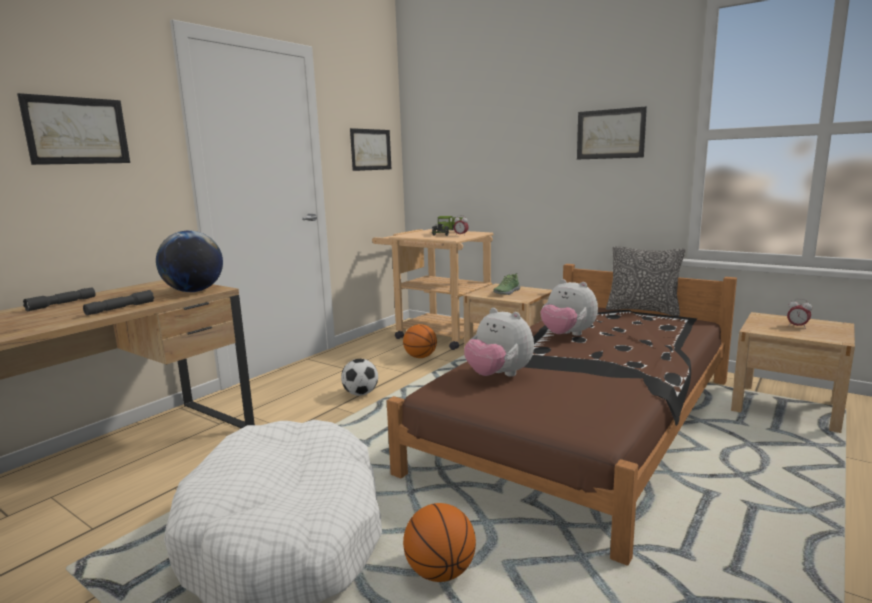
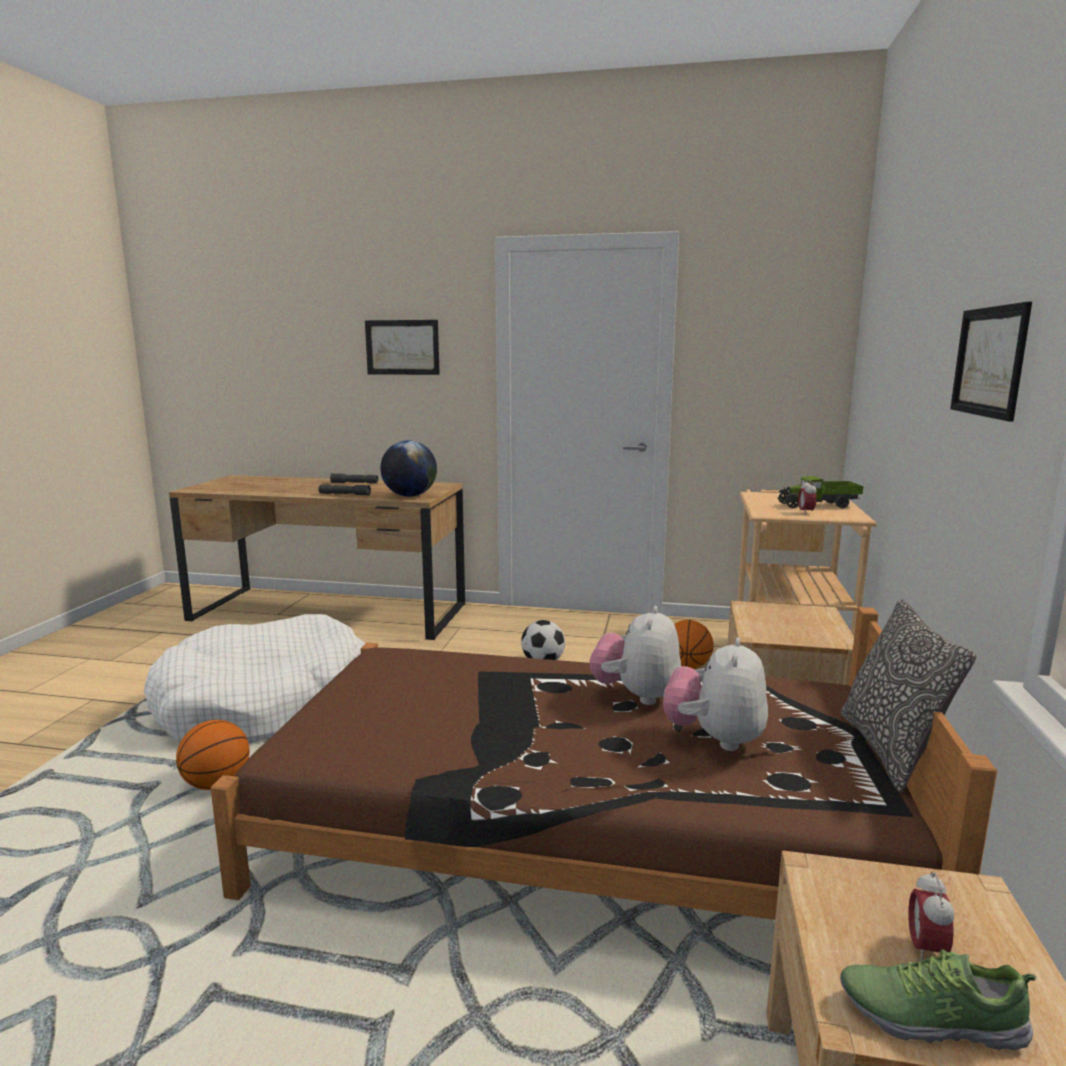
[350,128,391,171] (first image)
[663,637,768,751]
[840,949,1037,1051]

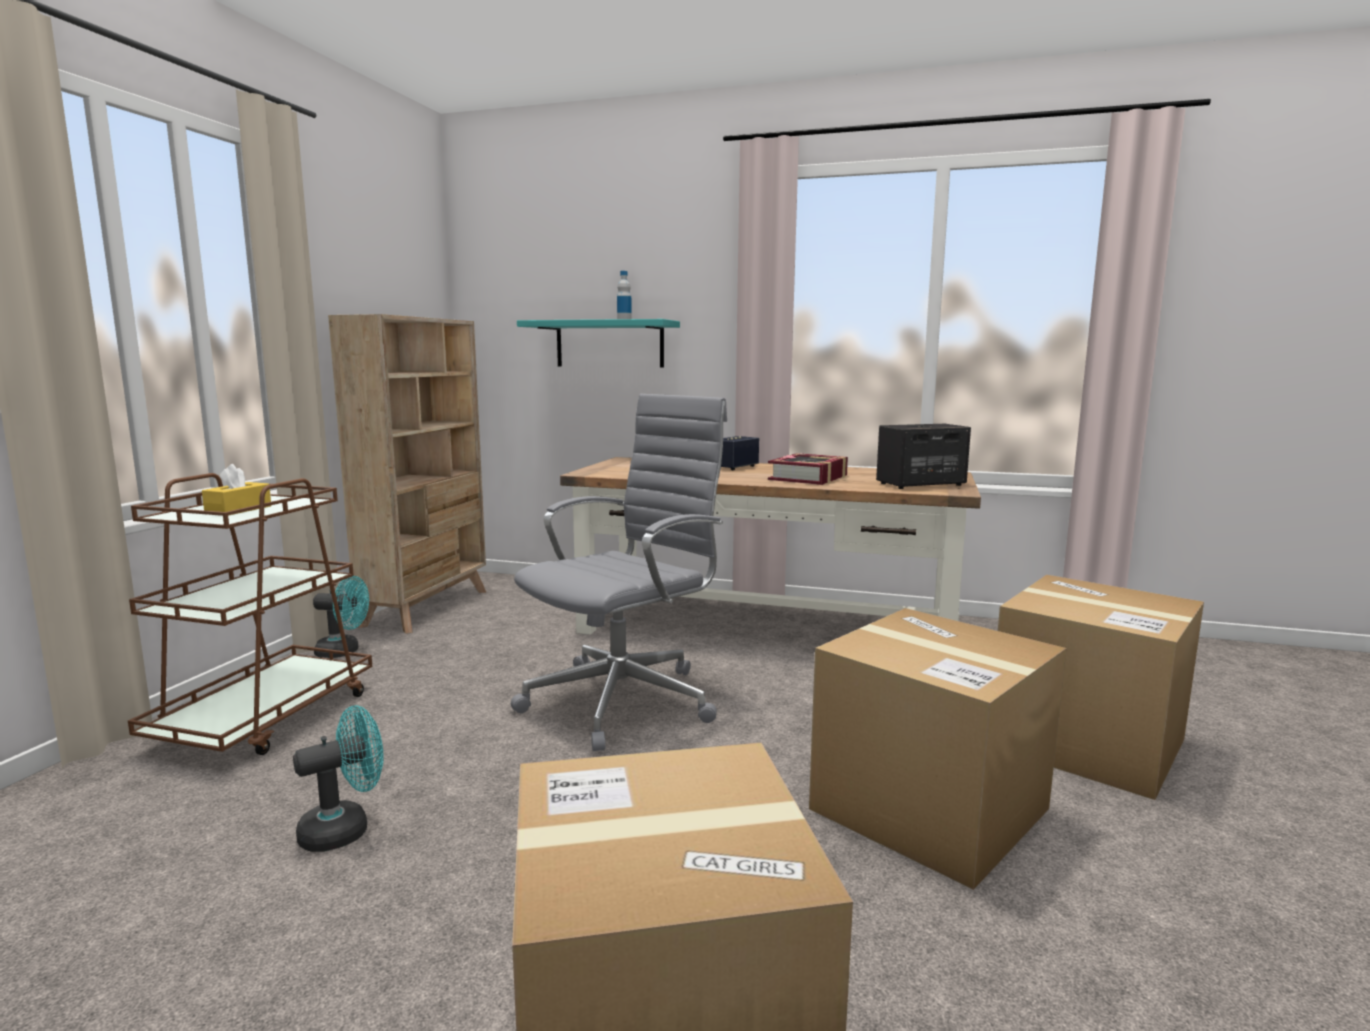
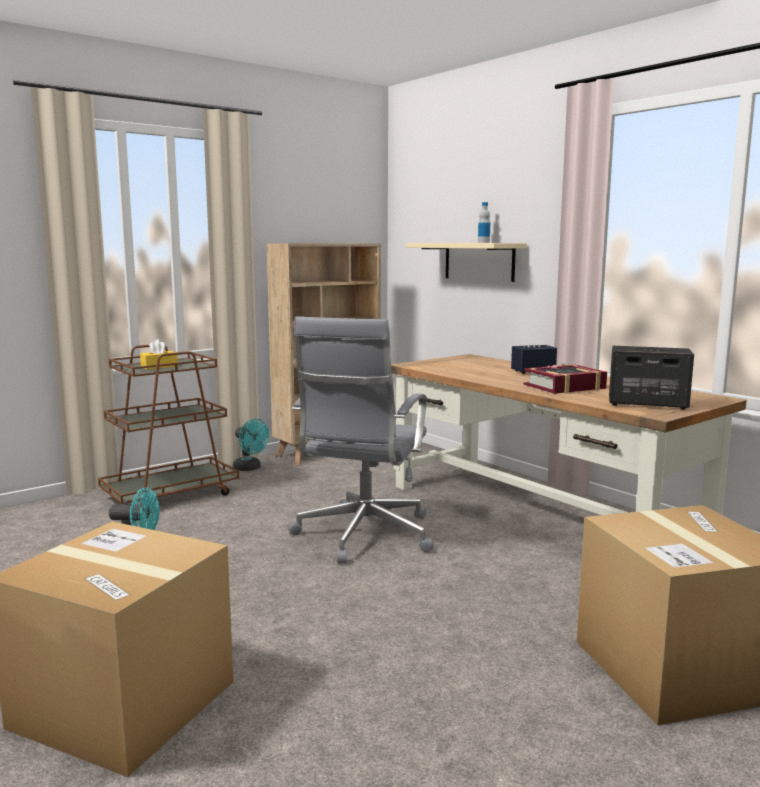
[288,316,434,564]
[406,243,527,282]
[809,608,1066,890] (first image)

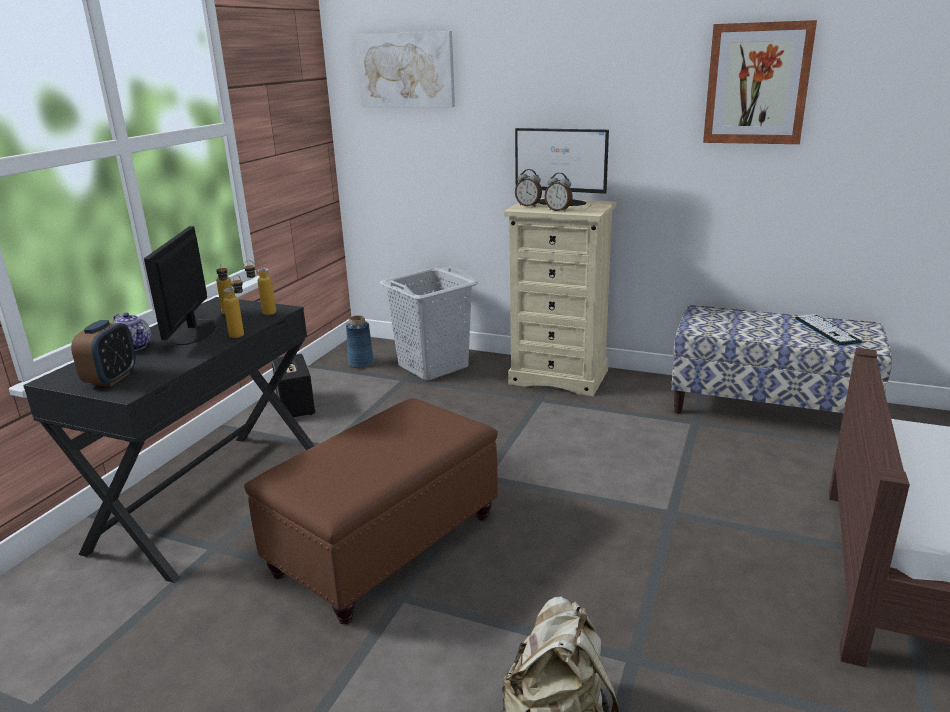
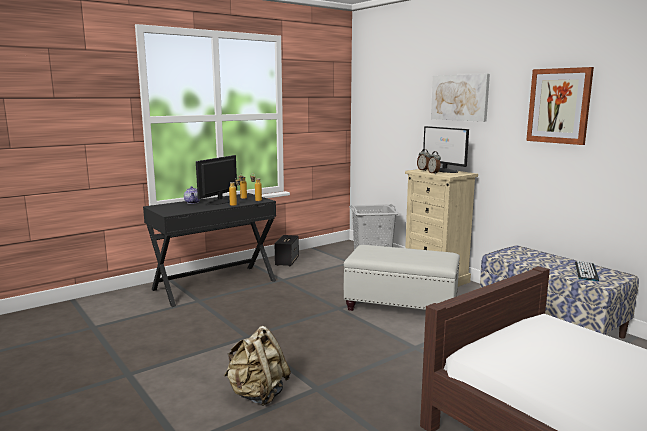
[71,320,136,386] (first image)
[244,398,498,624] (first image)
[346,315,374,368] (first image)
[431,74,490,122]
[344,245,460,311]

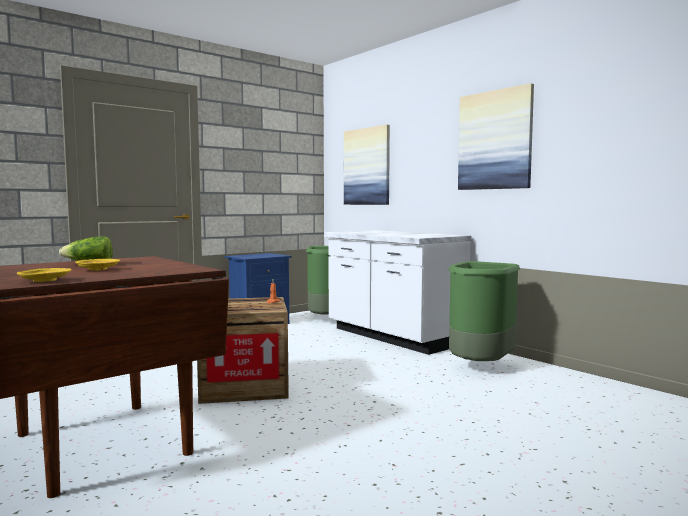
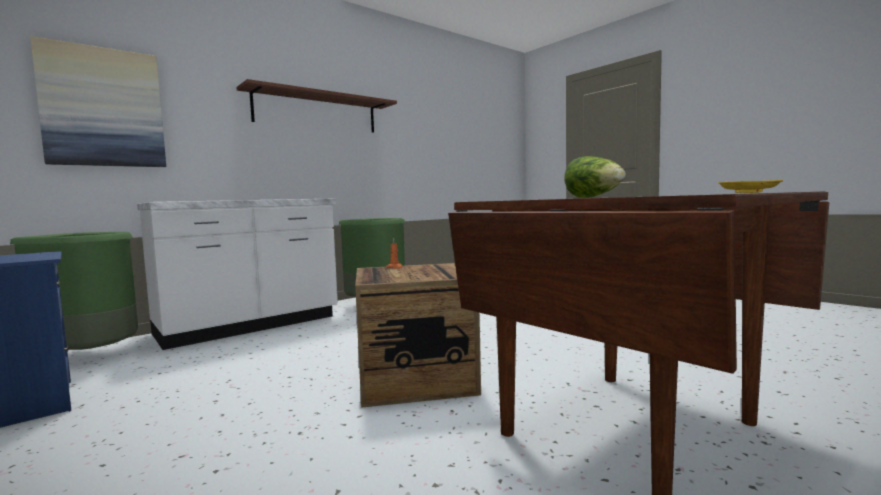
[75,259,120,271] (first image)
[237,79,397,133]

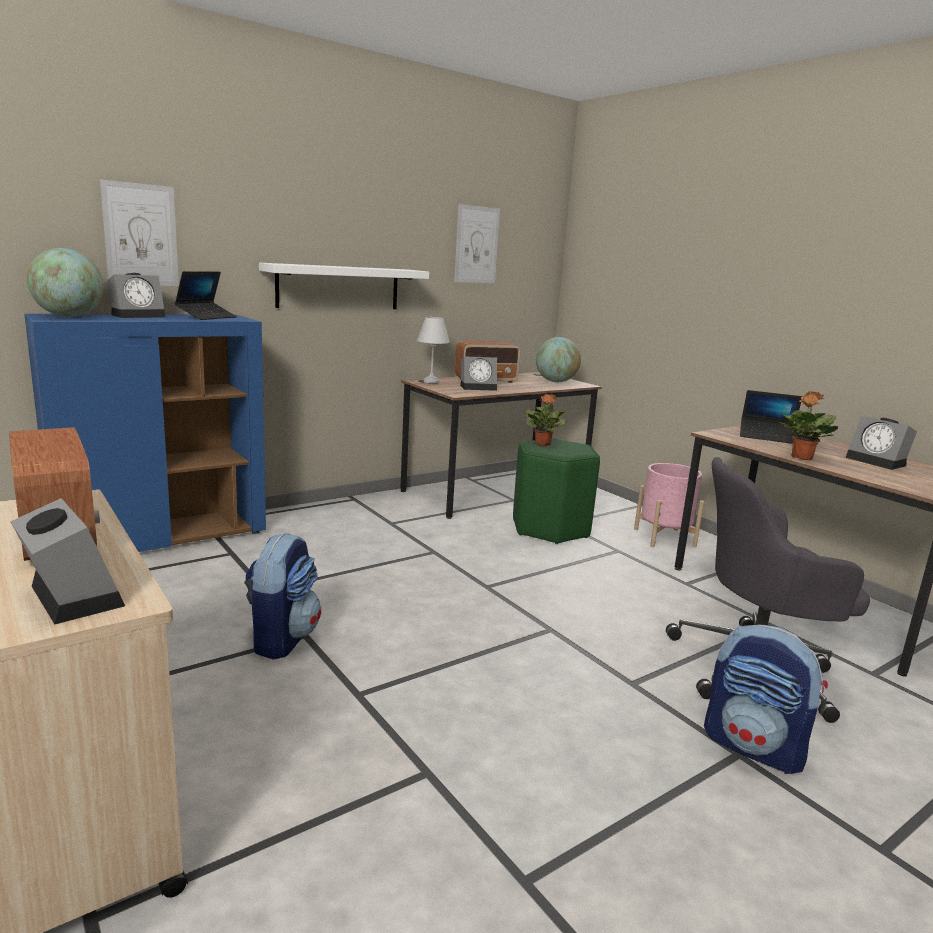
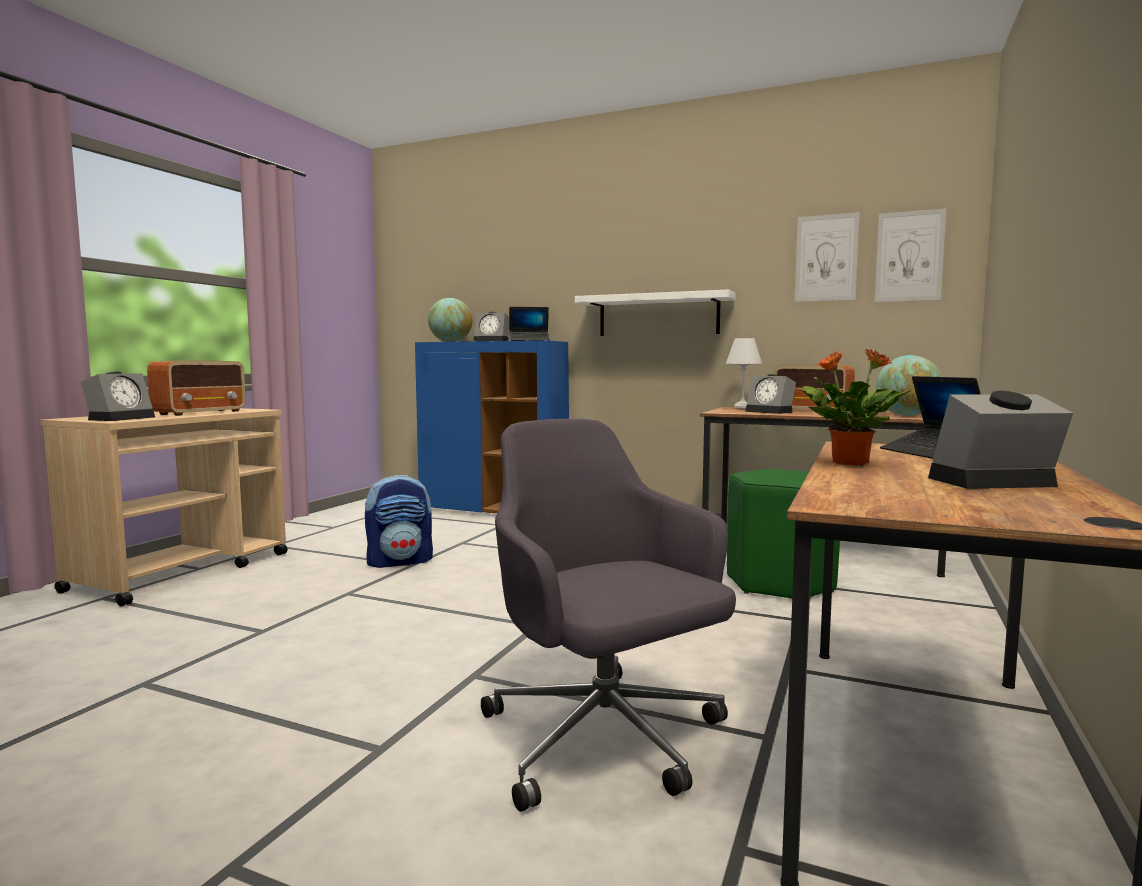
[875,209,946,302]
[526,394,567,446] (first image)
[634,463,704,547] (first image)
[704,625,828,774] (first image)
[928,391,1073,489]

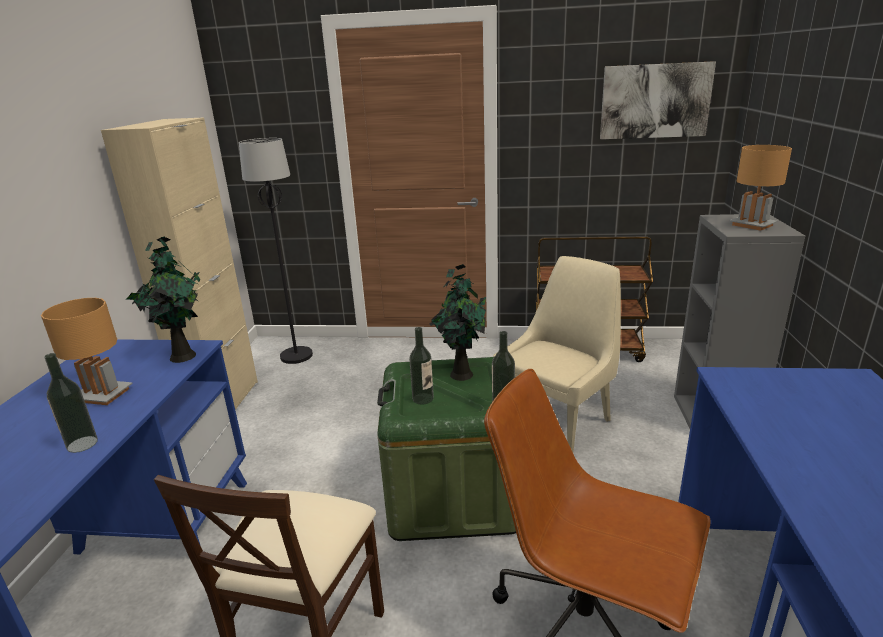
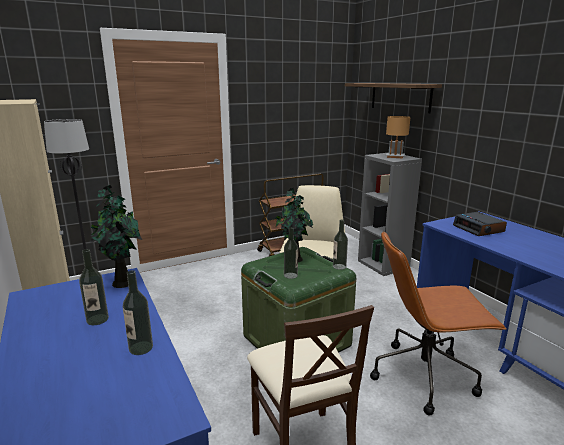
[79,249,109,325]
[600,61,716,139] (first image)
[345,83,442,113]
[453,212,507,236]

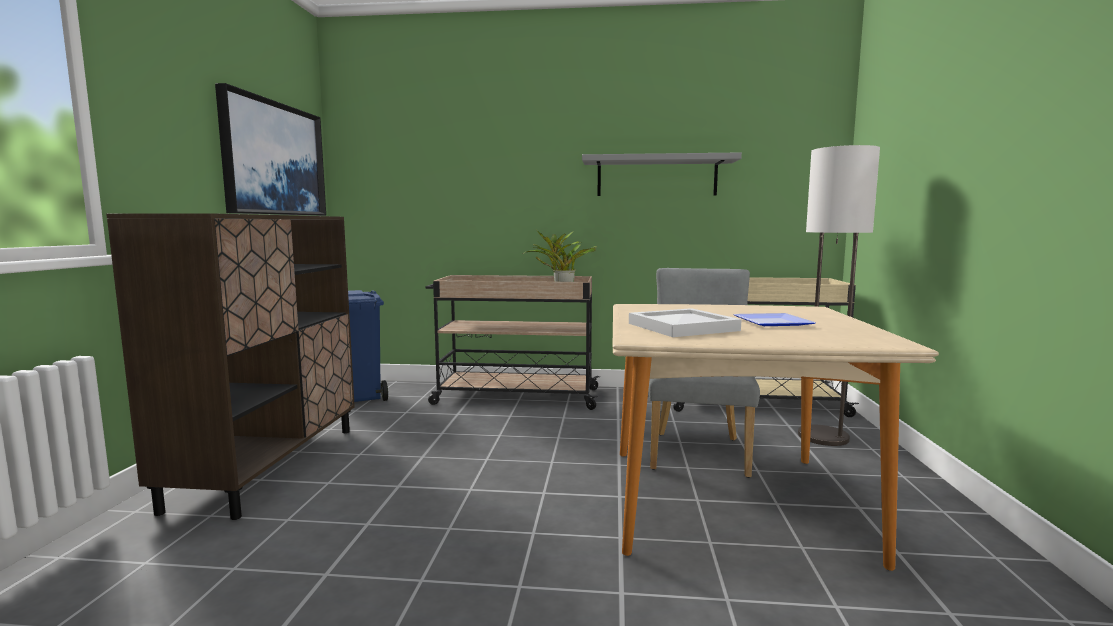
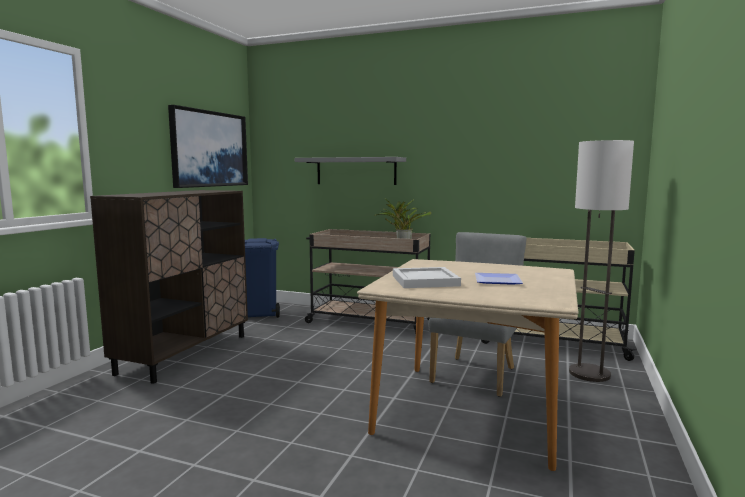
[295,157,406,185]

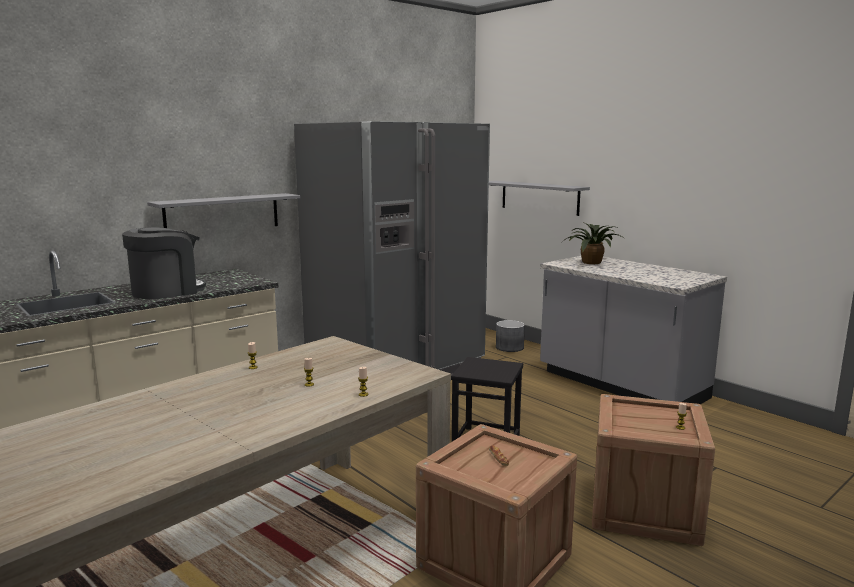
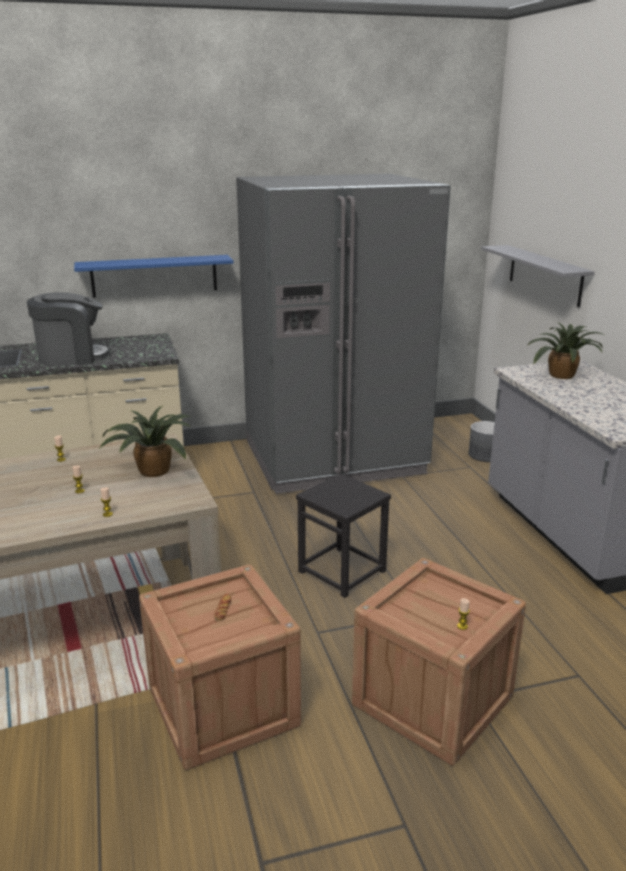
[74,255,234,298]
[99,406,191,477]

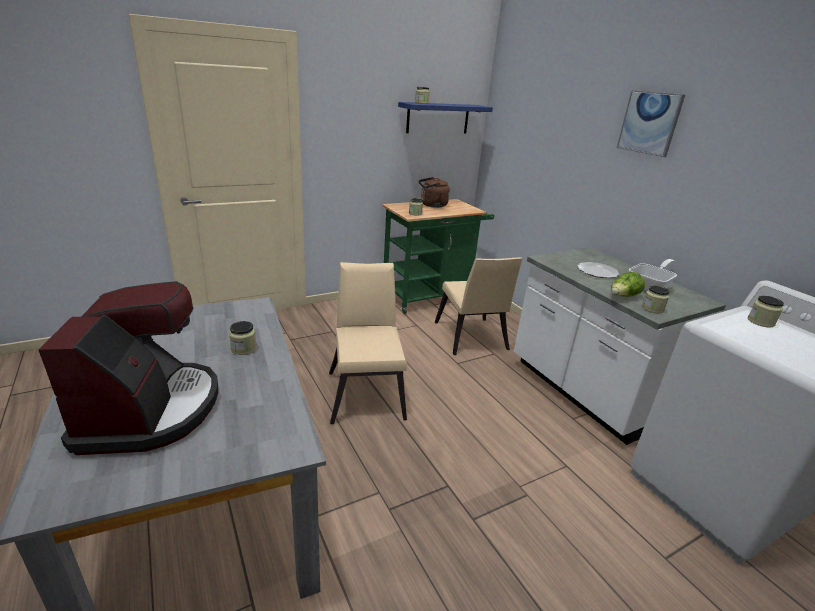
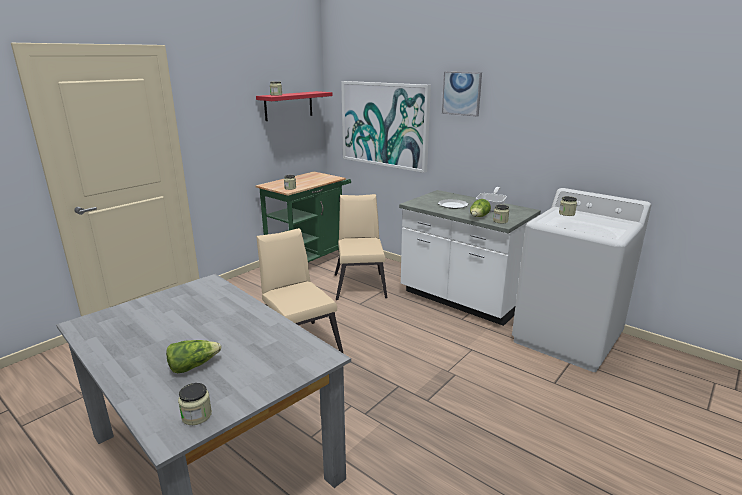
[166,340,221,373]
[178,383,212,425]
[256,91,333,121]
[419,177,450,208] (first image)
[335,194,387,300]
[341,81,431,173]

